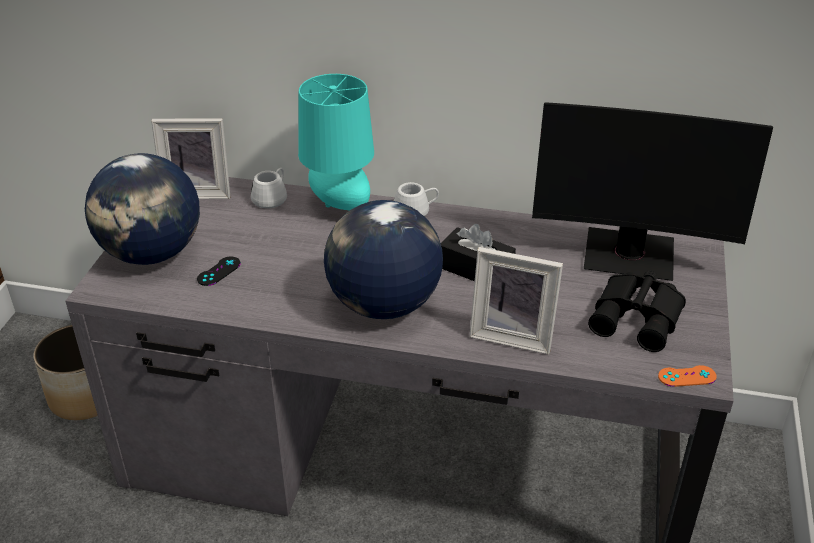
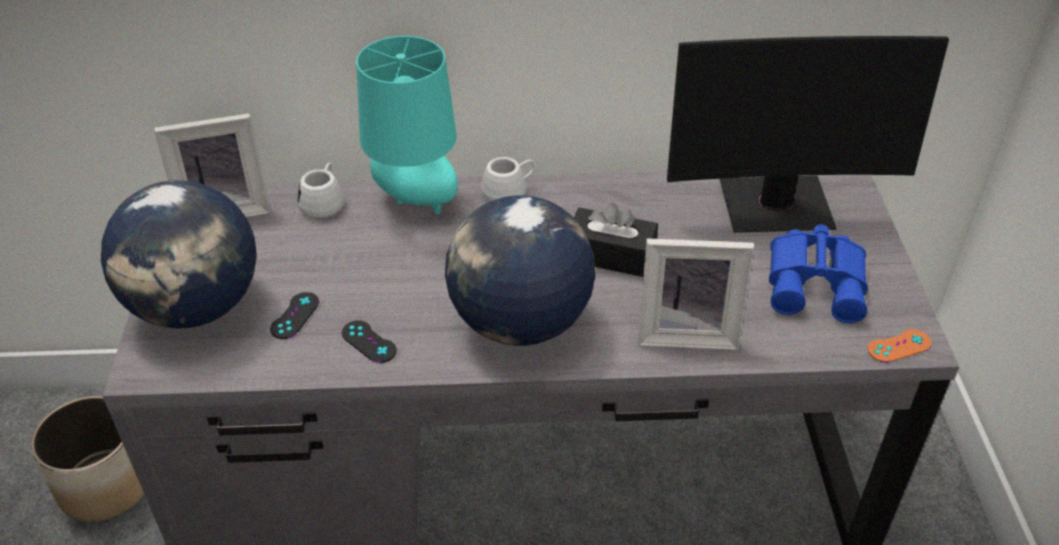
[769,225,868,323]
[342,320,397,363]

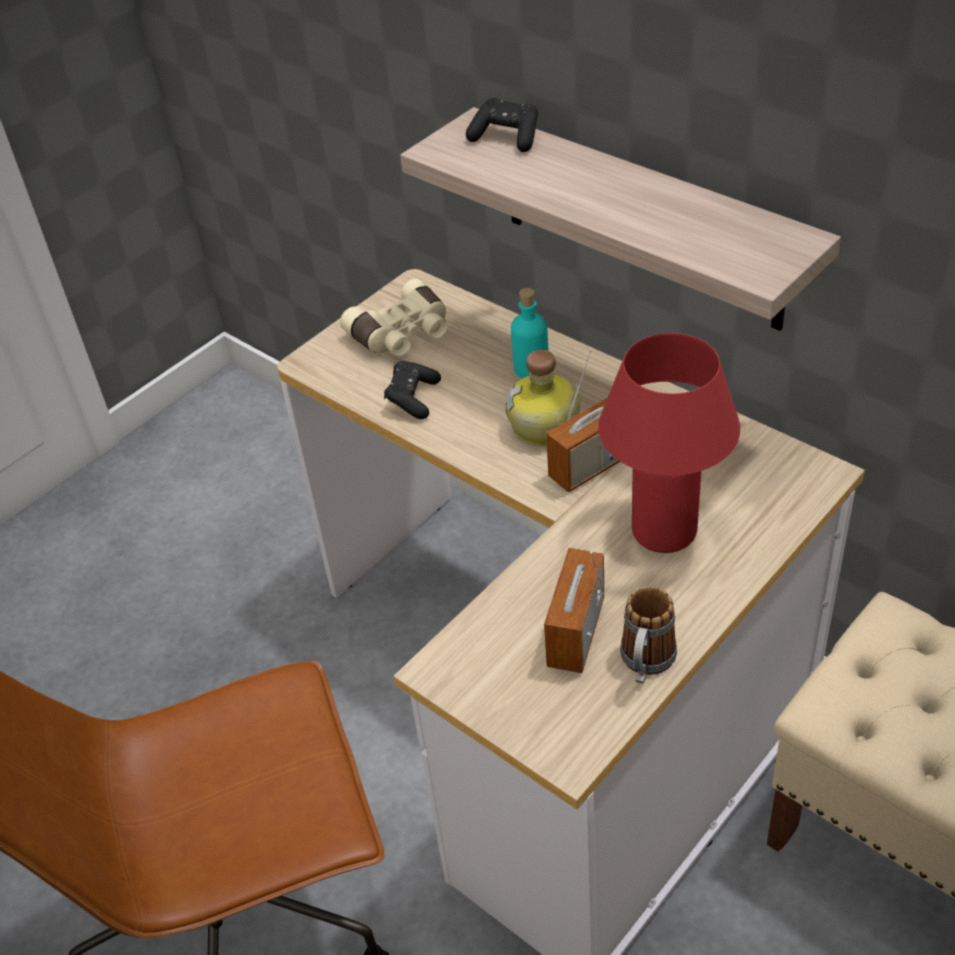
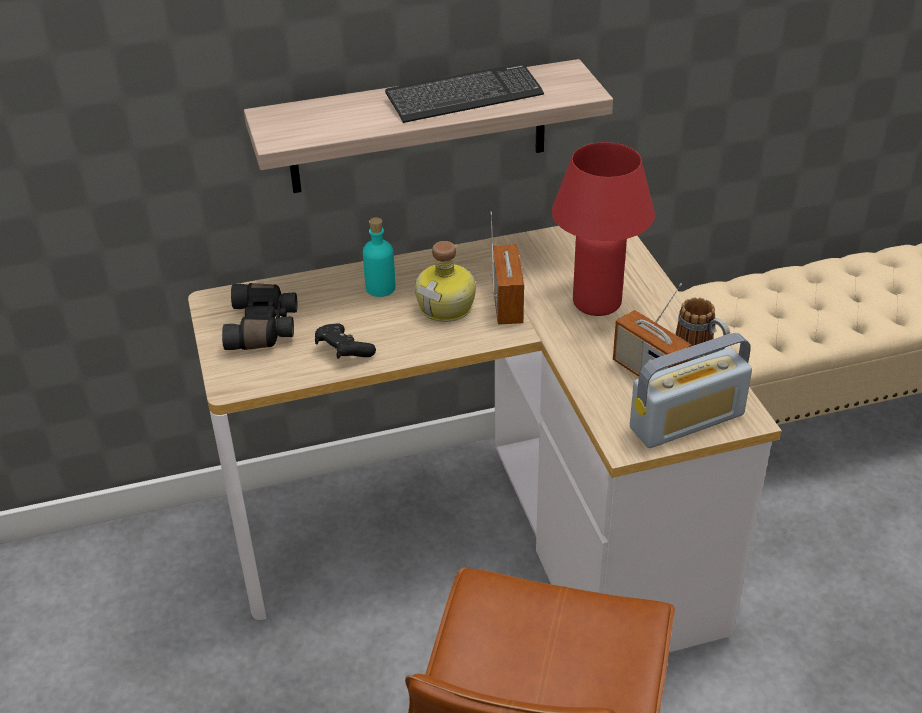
[222,283,298,350]
[466,98,538,152] (first image)
[385,63,544,123]
[630,333,752,448]

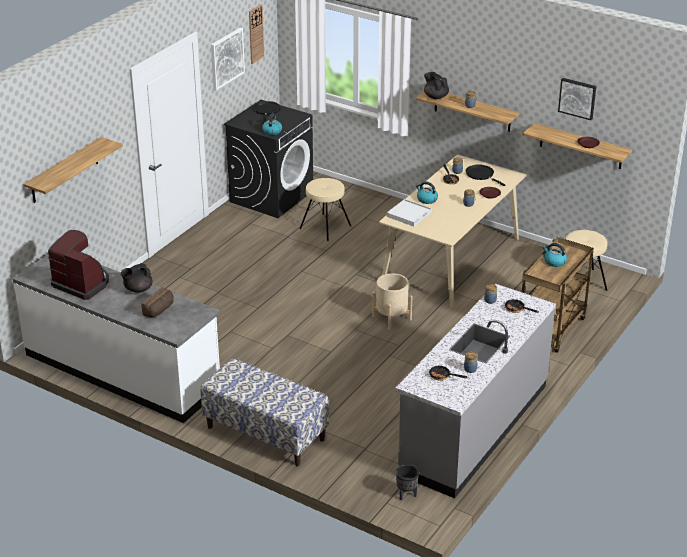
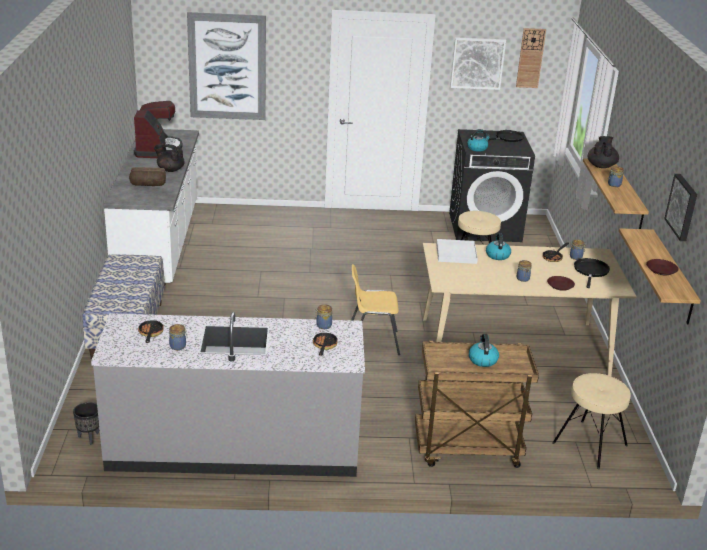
[187,12,266,120]
[351,264,400,355]

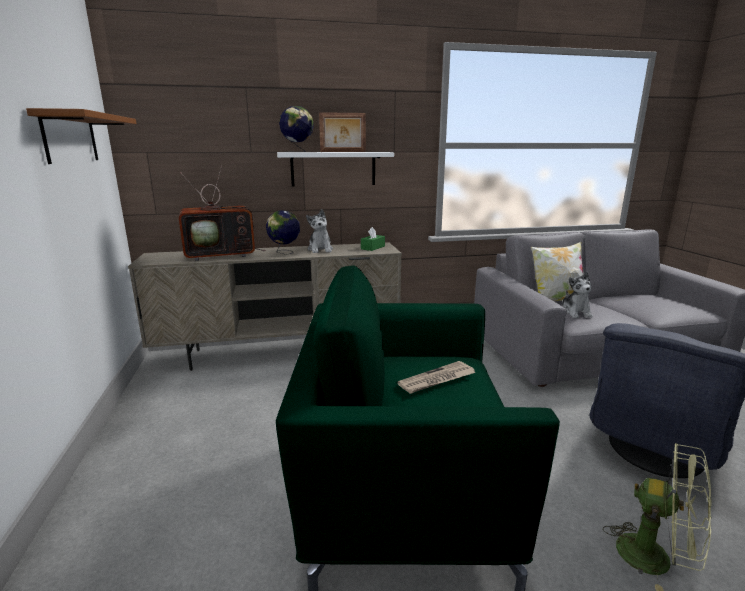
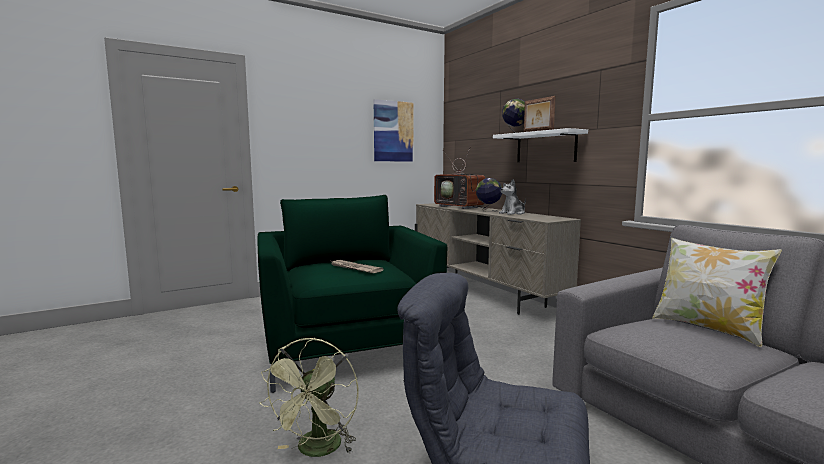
[374,99,413,162]
[361,227,385,251] (first image)
[562,271,593,318] (first image)

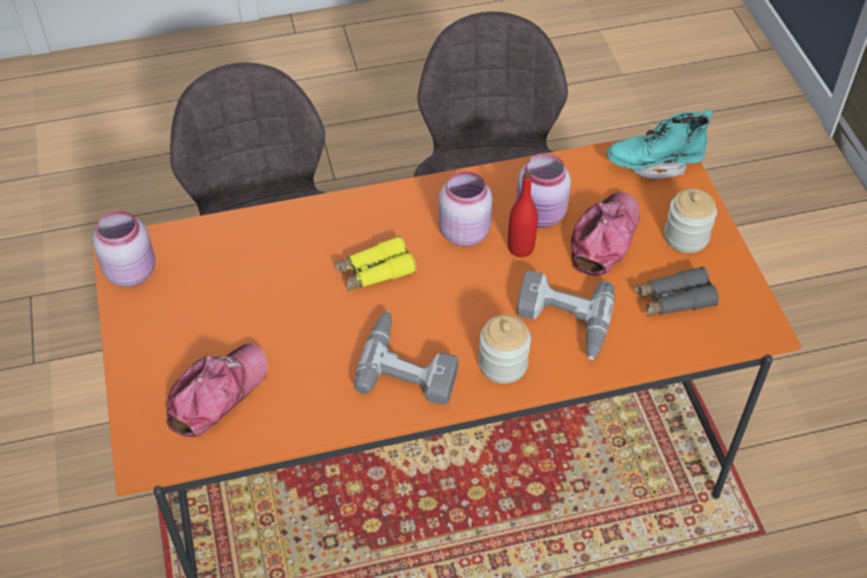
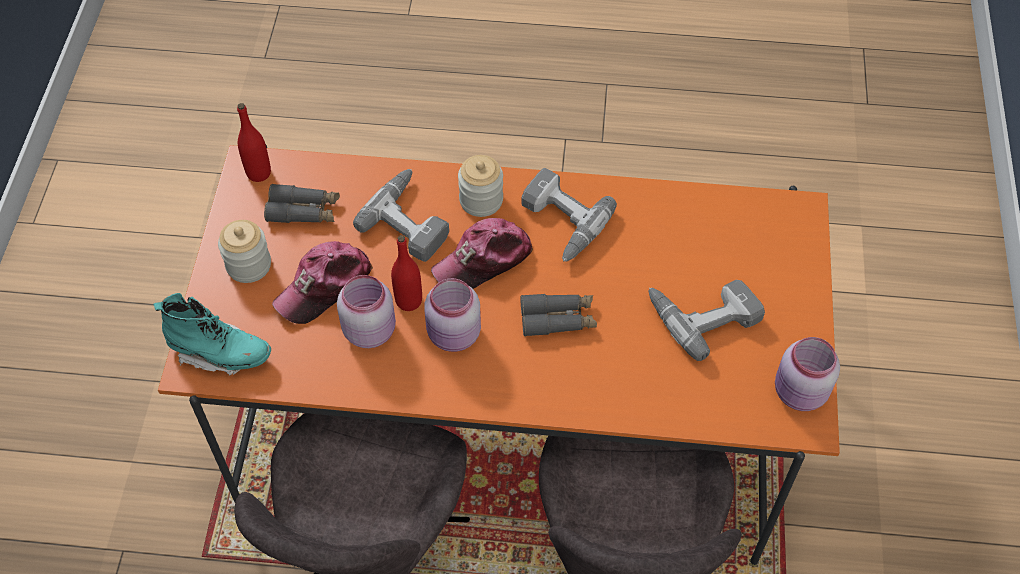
[431,218,533,289]
[521,294,597,336]
[237,103,271,182]
[648,280,765,361]

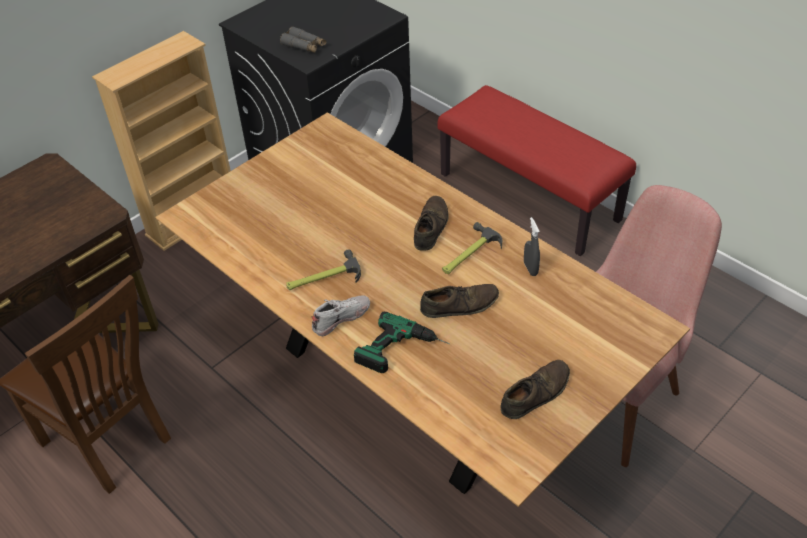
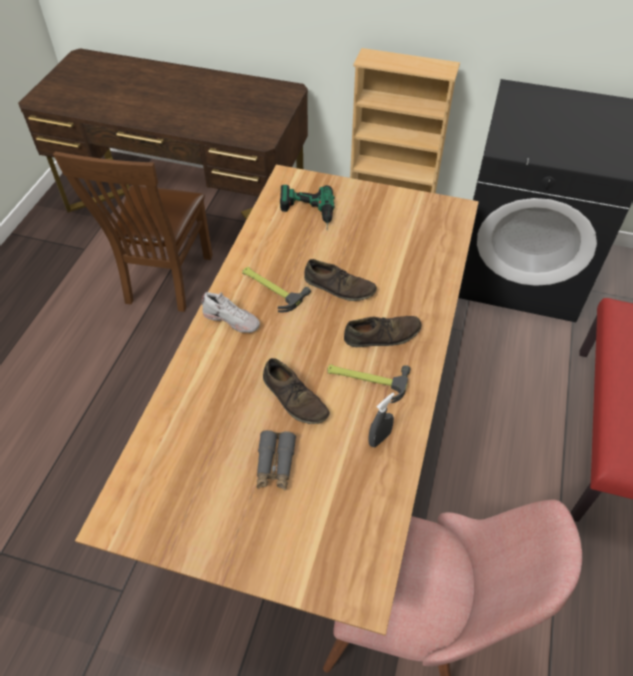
[257,430,296,491]
[280,185,334,231]
[304,259,377,301]

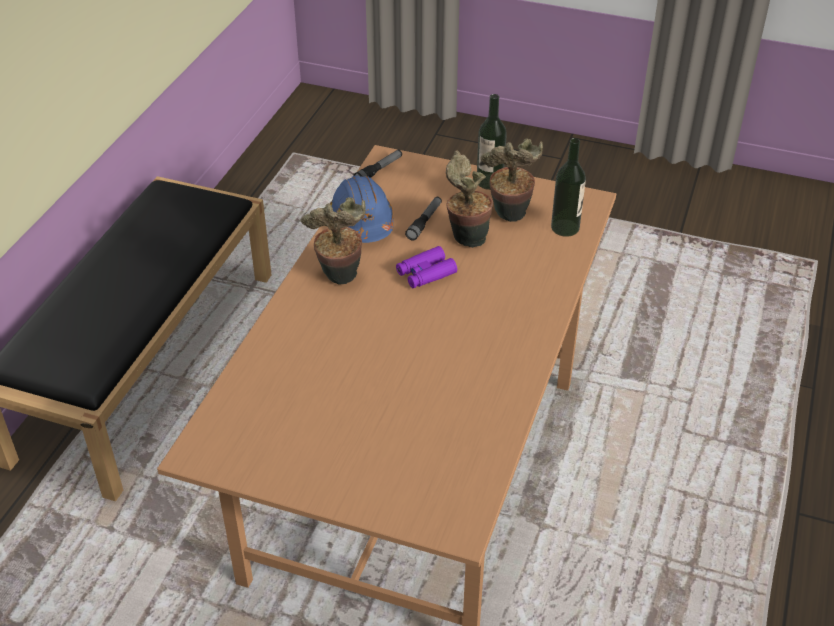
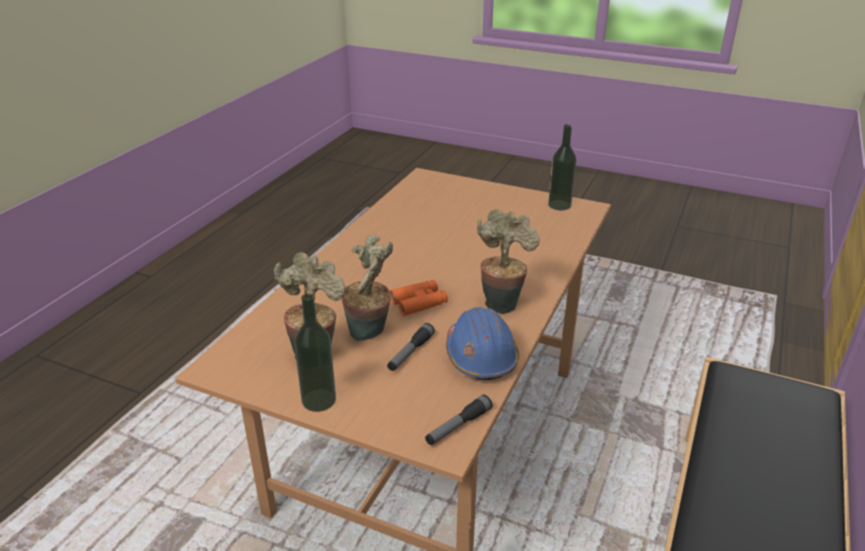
[390,280,448,316]
[548,124,576,210]

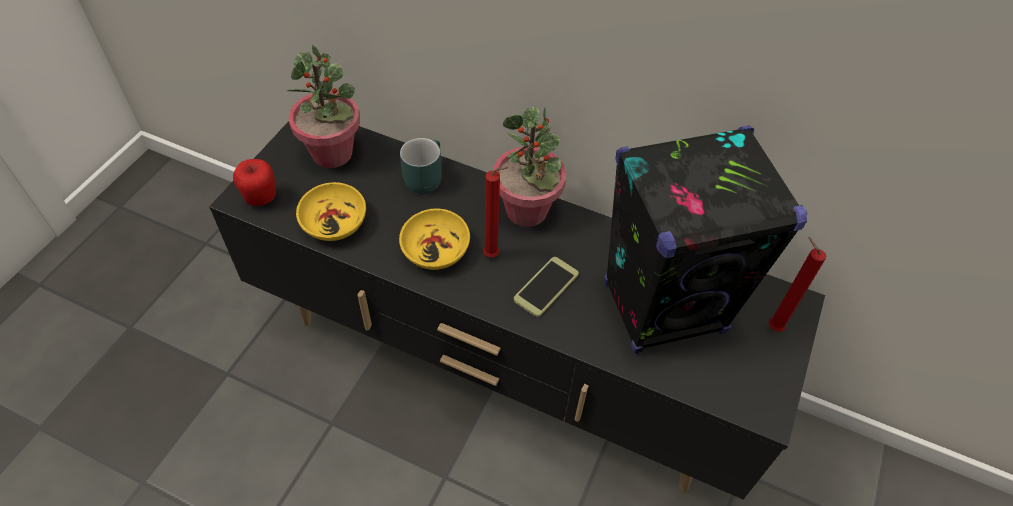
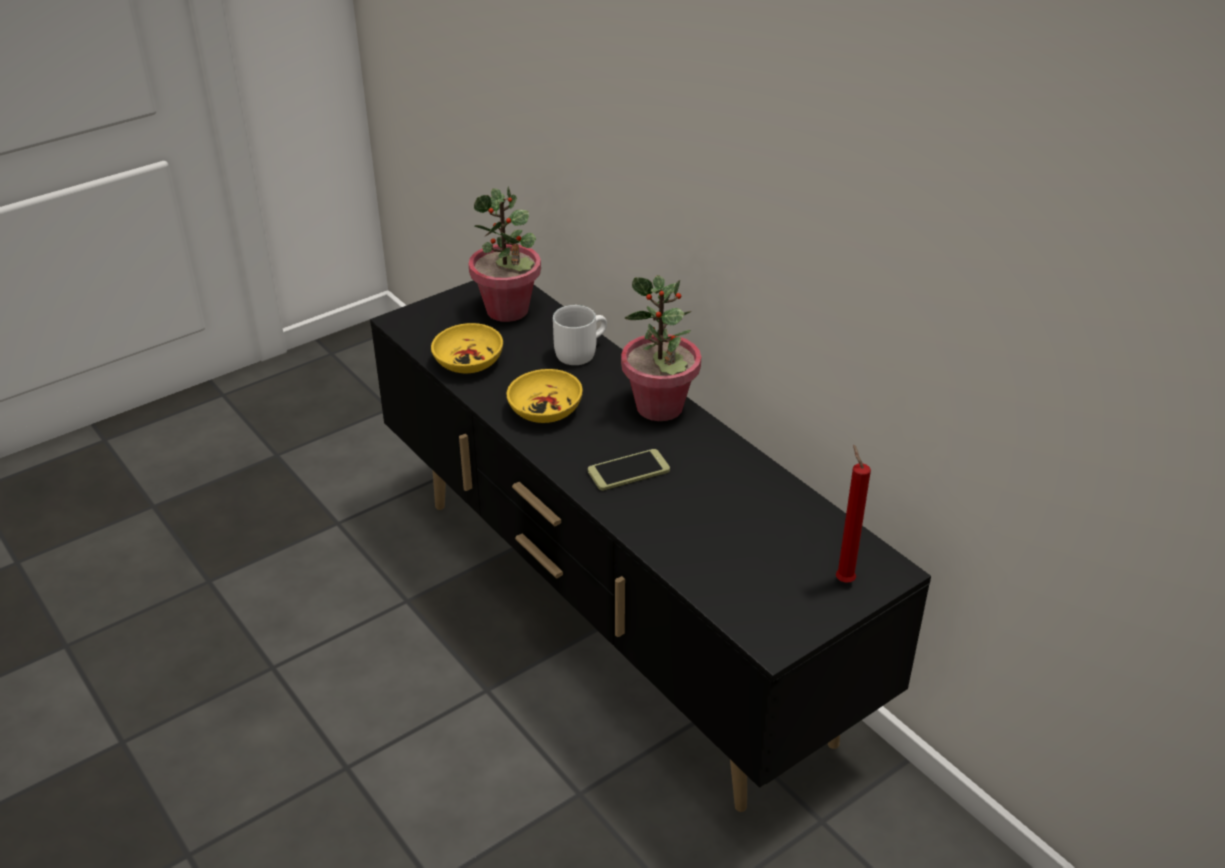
[233,159,276,206] (first image)
[553,305,607,365]
[483,167,509,257] (first image)
[604,126,807,354] (first image)

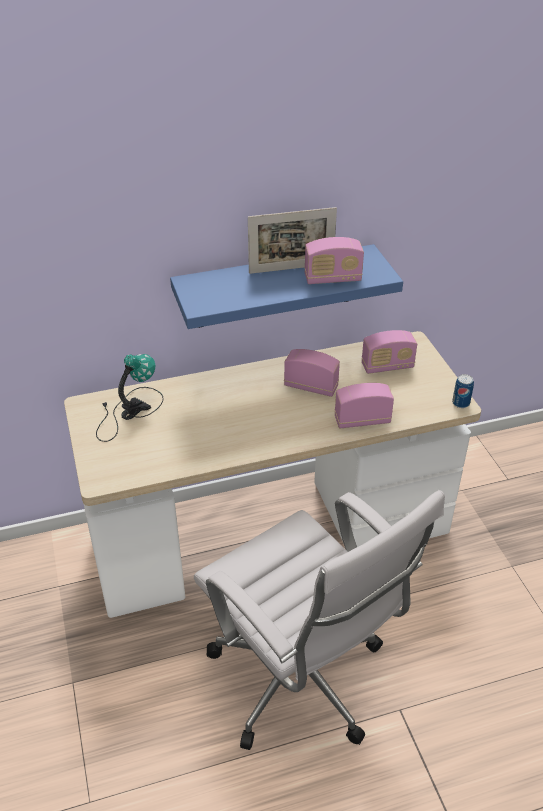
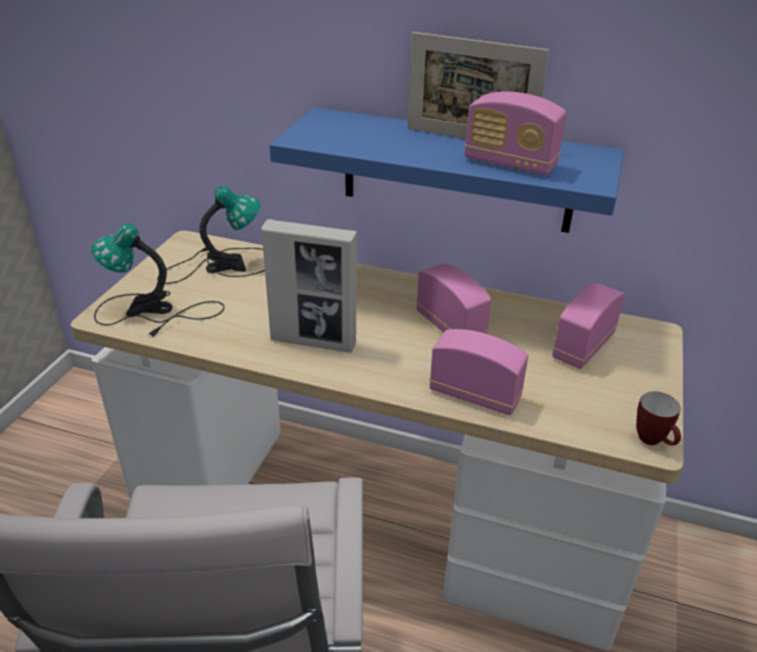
[552,283,625,369]
[636,391,681,446]
[91,223,224,338]
[261,219,357,353]

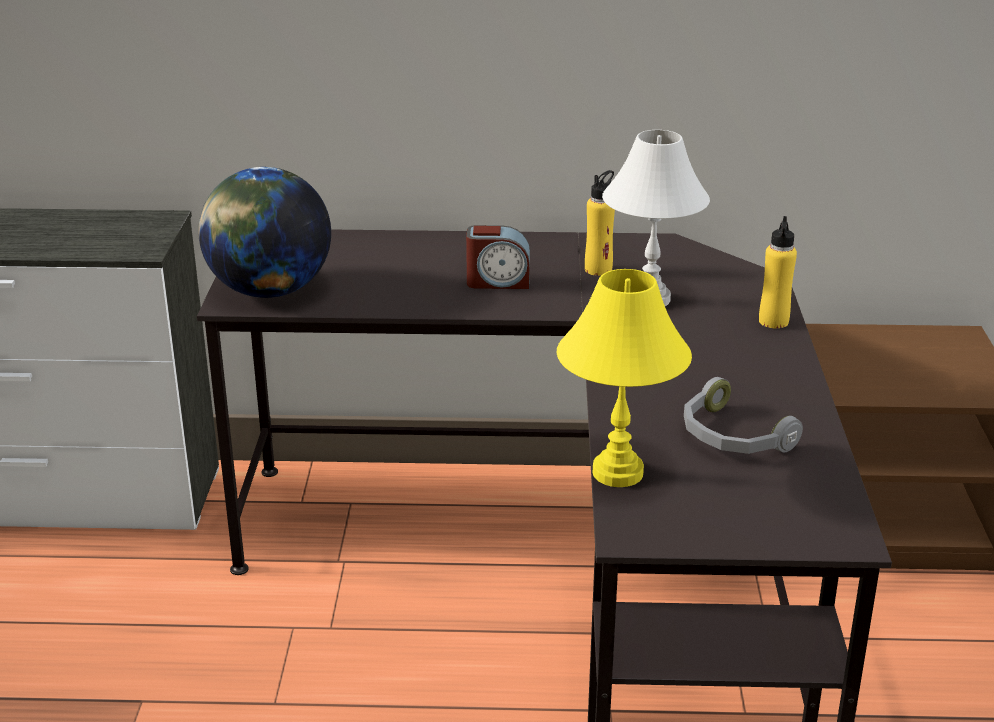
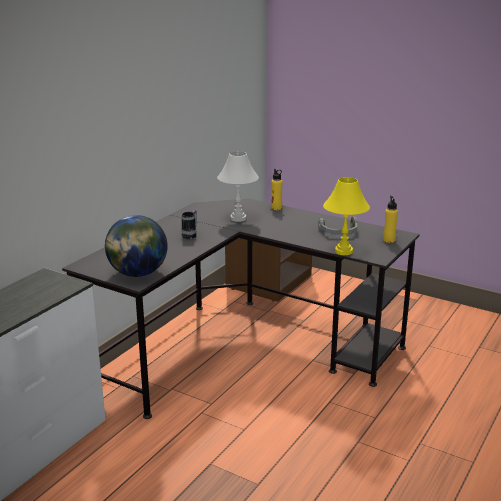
[181,210,197,239]
[383,196,398,243]

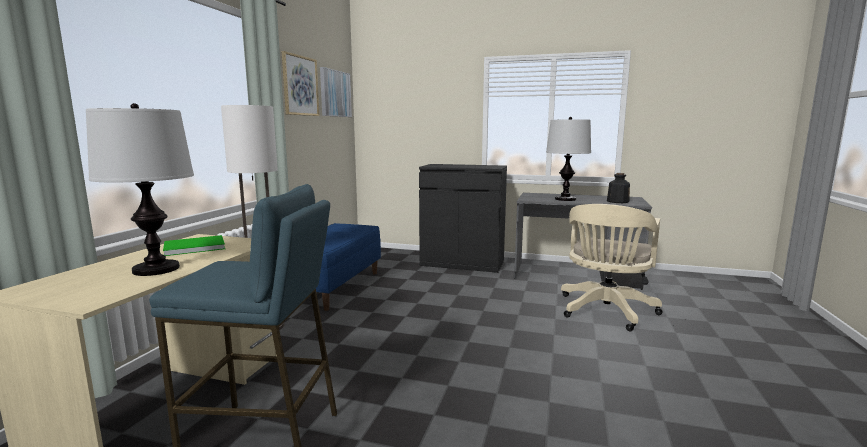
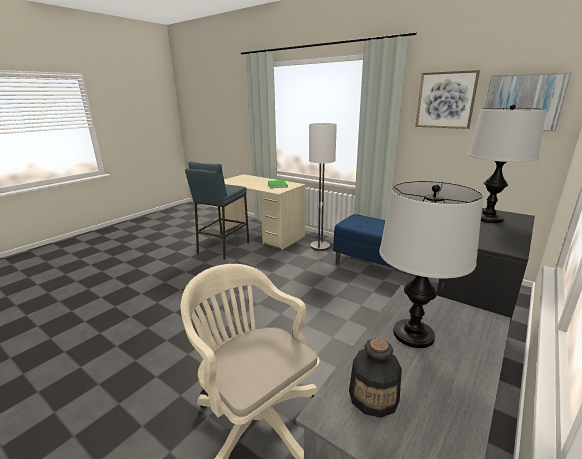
[468,104,546,223]

